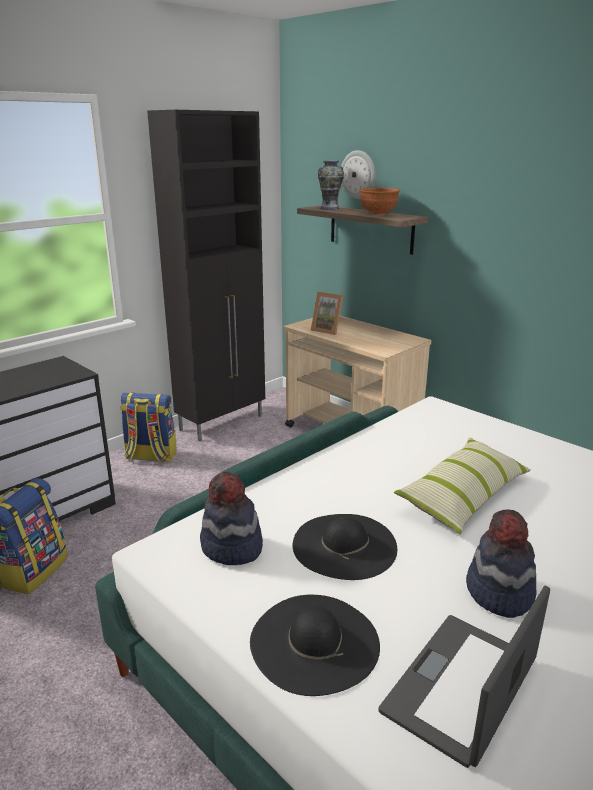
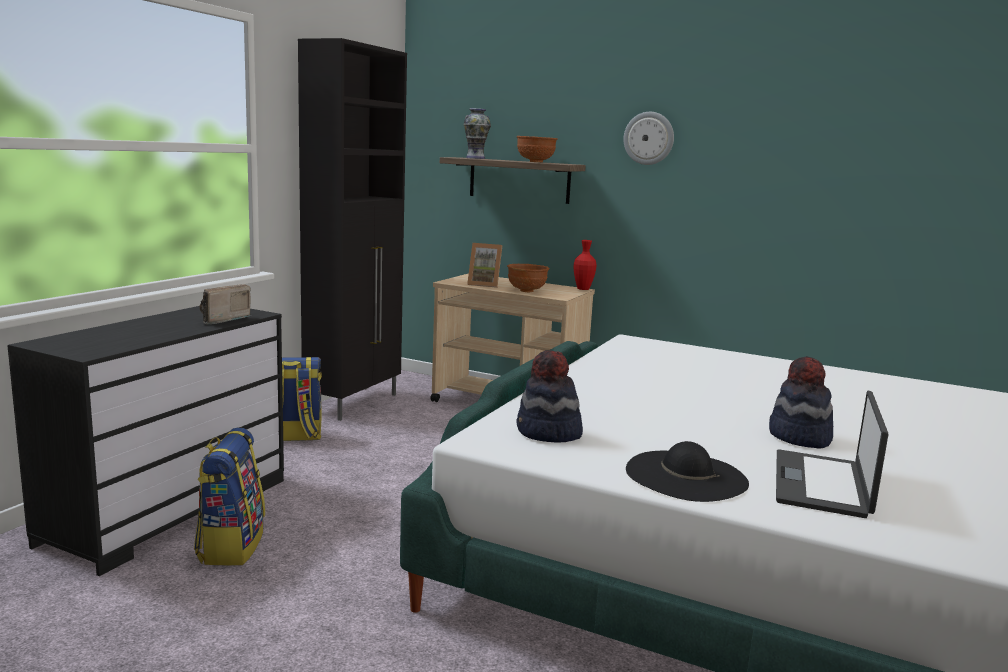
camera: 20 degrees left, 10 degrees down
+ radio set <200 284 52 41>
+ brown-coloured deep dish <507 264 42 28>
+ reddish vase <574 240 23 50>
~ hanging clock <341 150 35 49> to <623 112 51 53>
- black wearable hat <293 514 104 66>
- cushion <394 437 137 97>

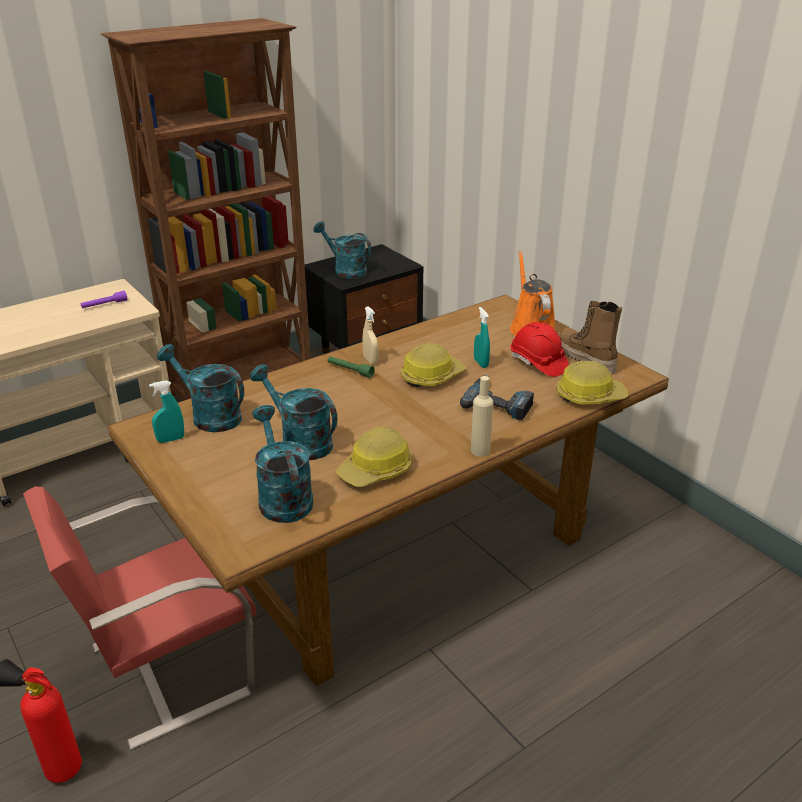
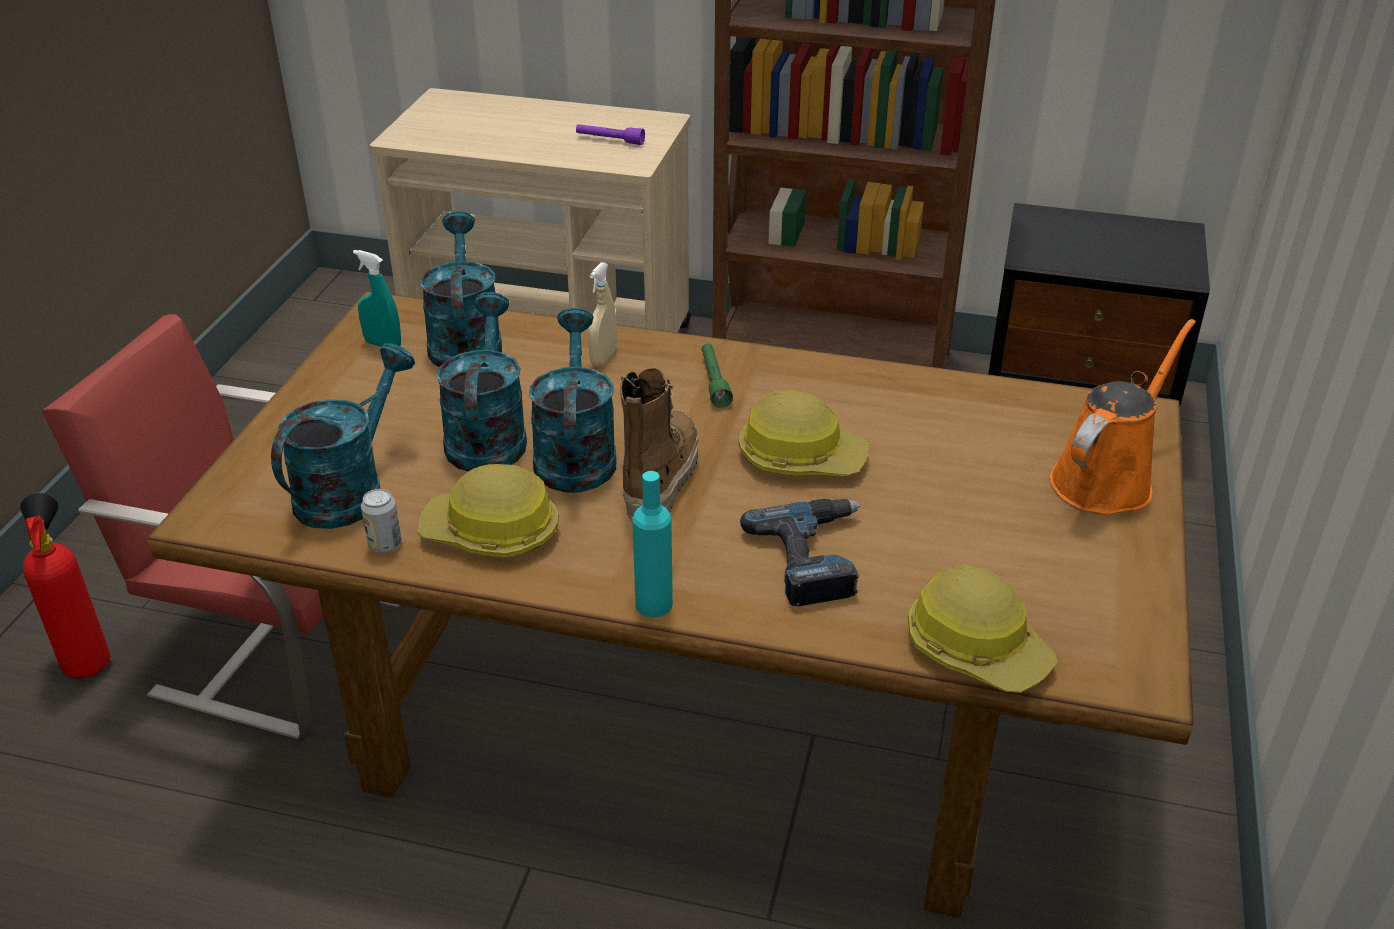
camera: 50 degrees right, 5 degrees up
+ can <361 489 41 64>
~ blue-green watering can <314 221 57 58> to <529 308 87 185>
~ beige-coloured spray bottle <363 306 15 58> to <588 262 29 104>
~ tall boot <559 301 63 73> to <621 369 77 153>
~ beige-coloured bottle <471 376 22 81> to blue-green bottle <632 471 41 146>
- blue-green spray bottle <474 307 16 61>
- reddish hard hat <511 322 58 55>

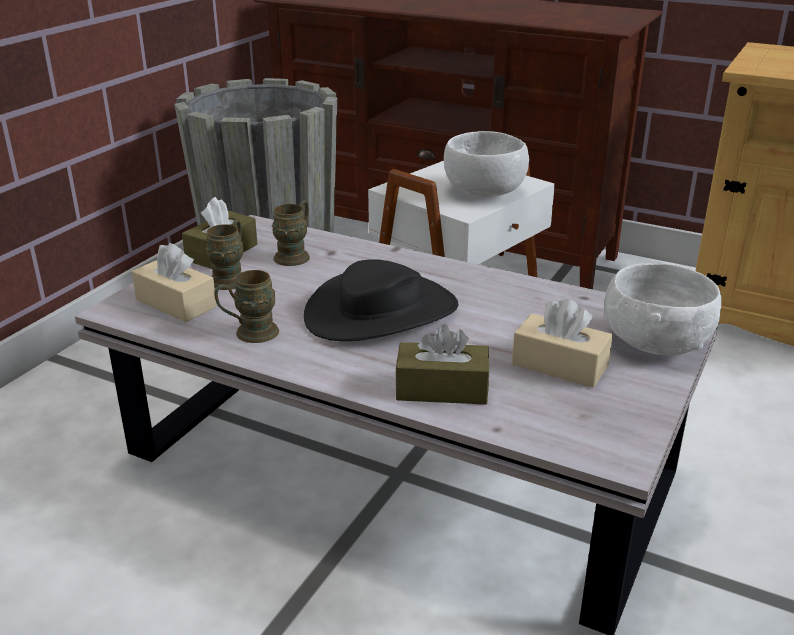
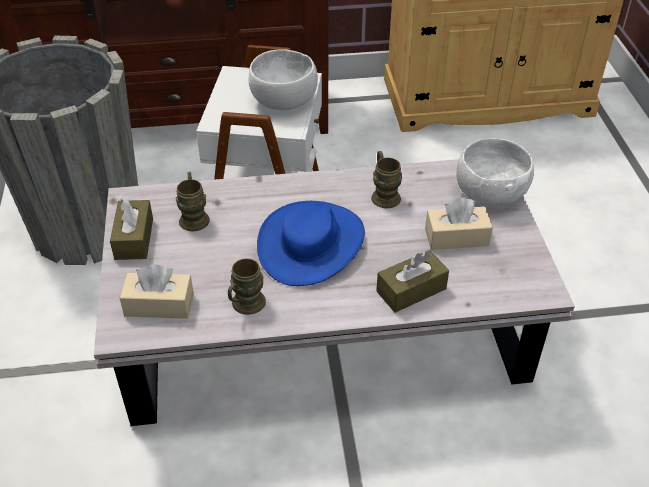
camera: 35 degrees left, 15 degrees up
~ black wearable hat <304 259 155 82> to bluish wearable hat <257 201 108 85>
~ brown-coloured tea mug <205 219 38 71> to <371 151 31 57>

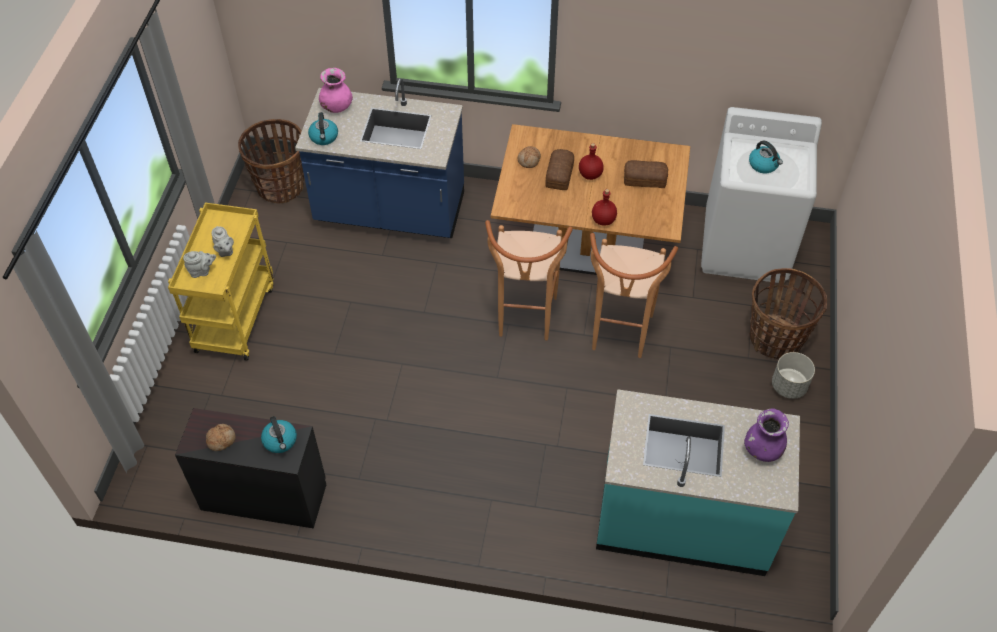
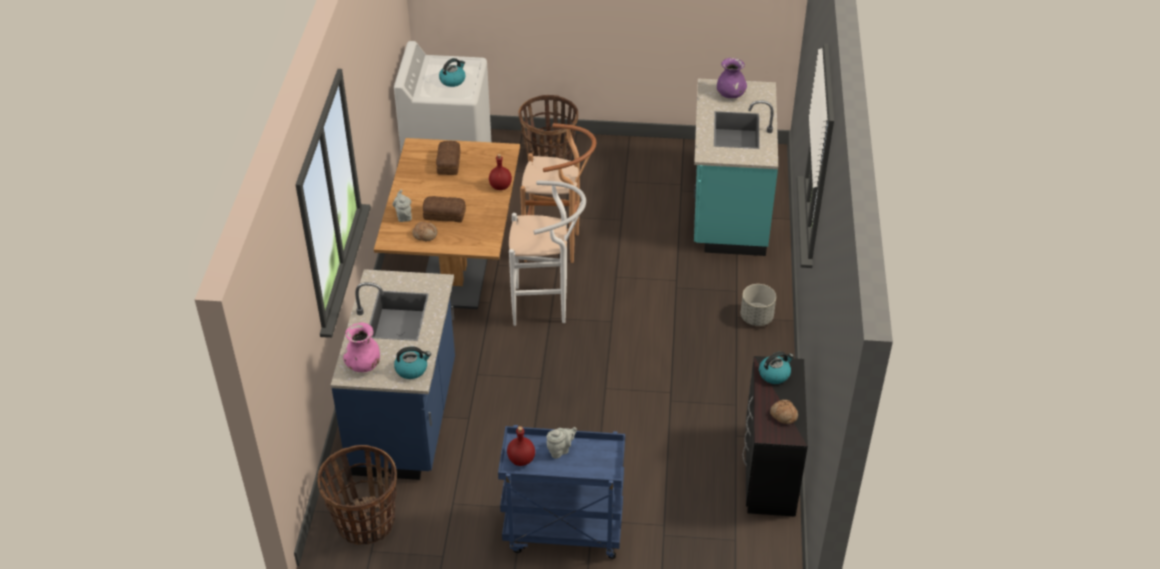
camera: 95 degrees left, 10 degrees down
~ greyish pot for tea <183 251 33 27> to <392 190 20 32>
~ yellow-coloured wheeled cart <168 203 106 158> to bluish wheeled cart <498 425 127 134>
~ reddish bottle <579 143 25 37> to <507 426 28 40>
~ brown-coloured sitting stool <485 220 88 120> to white sitting stool <509 181 77 145>
~ greyish flower pot <772 352 43 47> to <741 284 35 42>

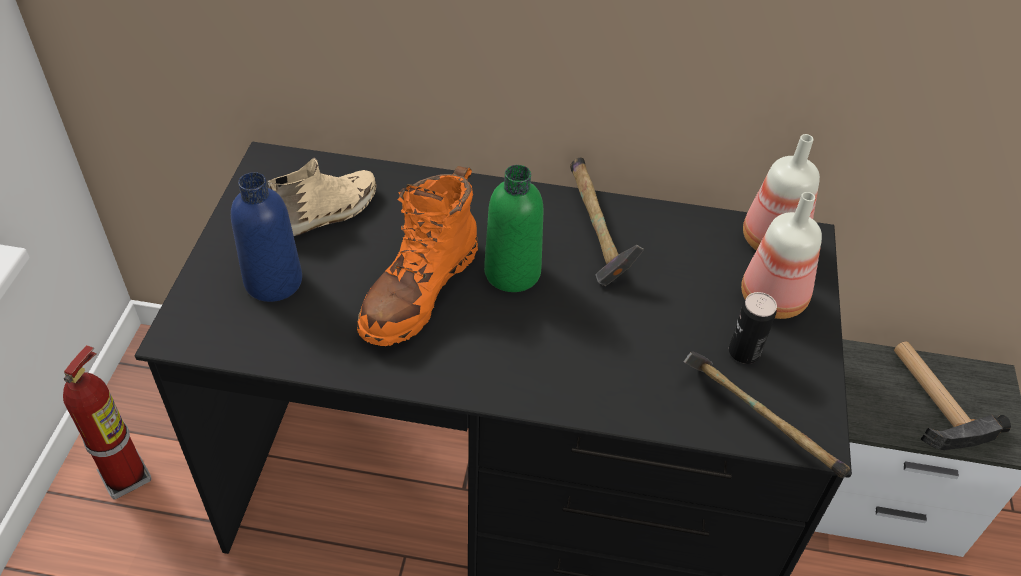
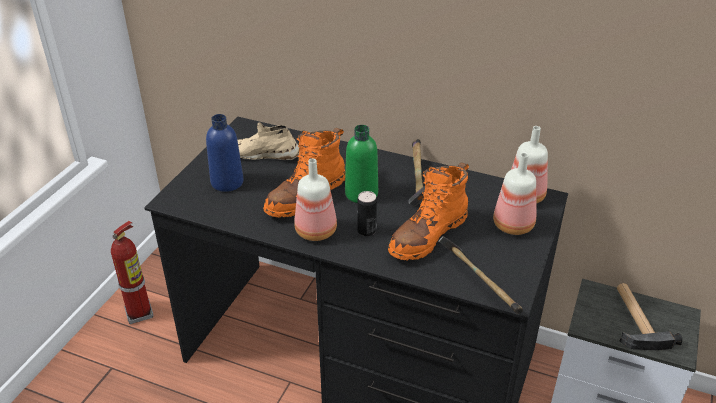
camera: 15 degrees right, 10 degrees down
~ beige-coloured item of footwear <267 157 109 79> = <238 122 61 38> 150 degrees counterclockwise
+ bottle <294 158 43 83>
~ can <729 292 48 72> to <357 191 20 45>
+ orangey tall boot <388 162 81 98>

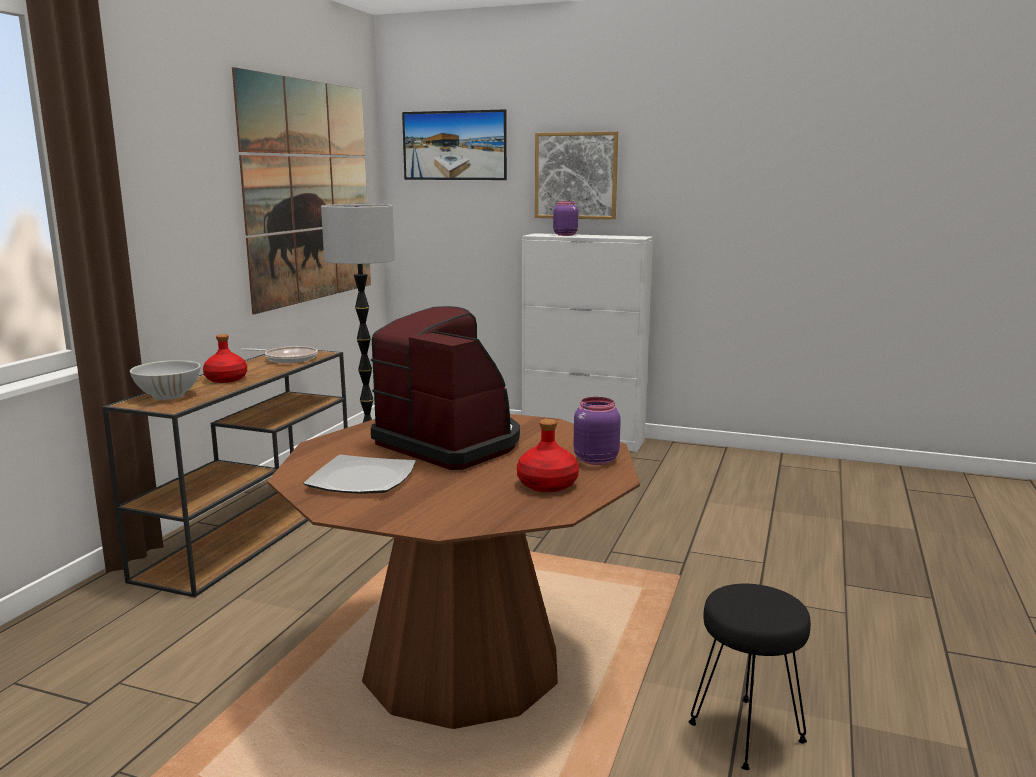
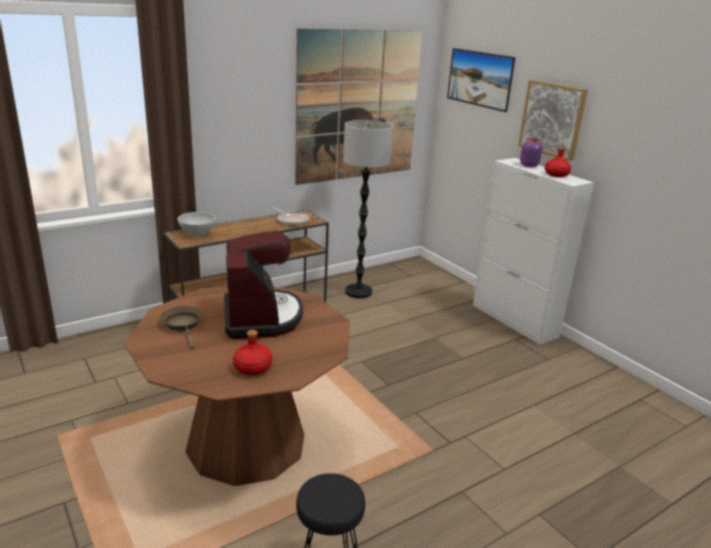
camera: 35 degrees right, 10 degrees up
~ dinner plate <304 455 112 39> to brown-coloured pan <160 306 43 43>
~ reddish bottle <203 334 44 49> to <544 147 27 30>
- purplish preserve jar <573 397 48 68>

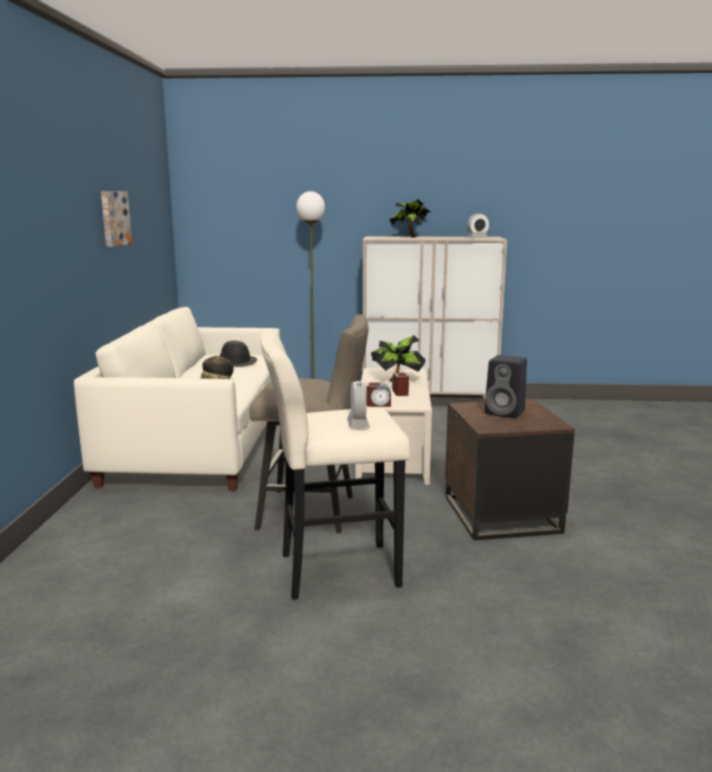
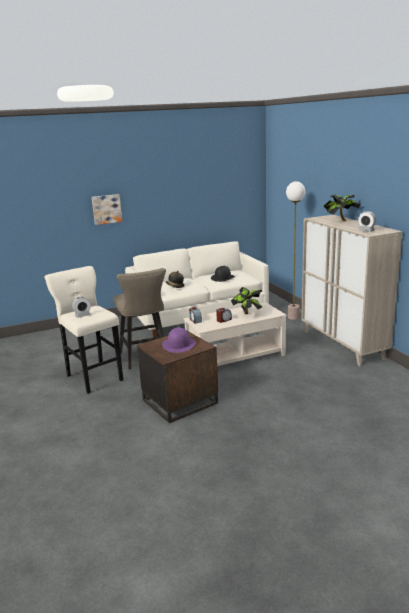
camera: 65 degrees right, 5 degrees up
~ wall picture <101 191 31 56> to <92 194 30 31>
~ black loudspeaker <485 355 42 63> to purplish wearable hat <162 327 34 26>

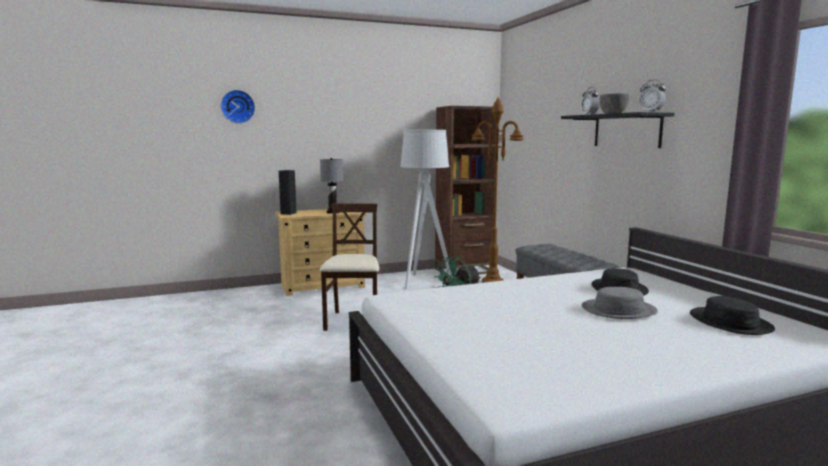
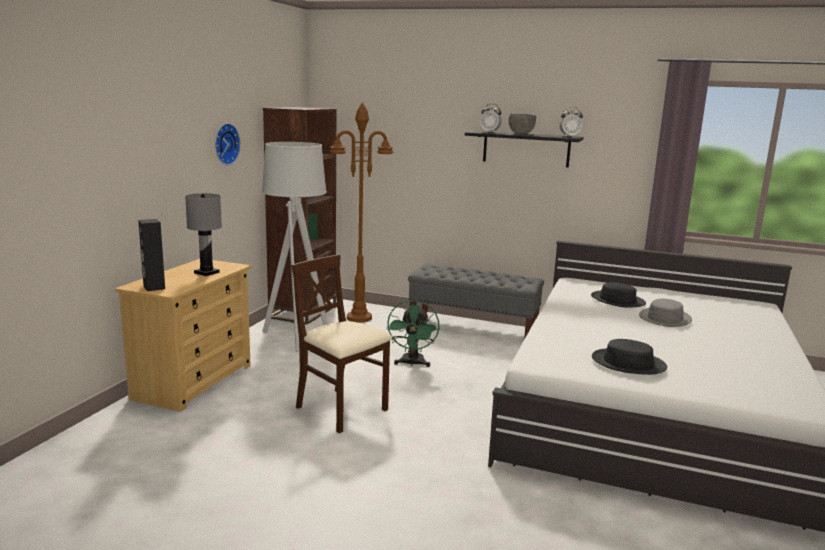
camera: 50 degrees left, 5 degrees up
~ hanging clock <221 90 34 34> to <215 123 25 43>
~ black wearable hat <690 296 85 39> to <592 339 75 36>

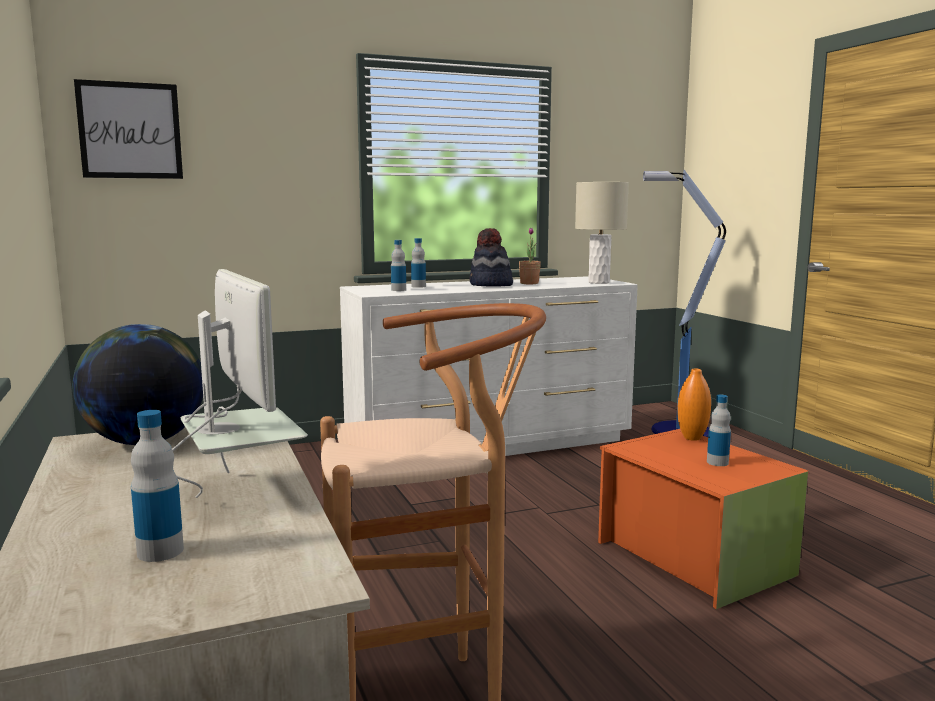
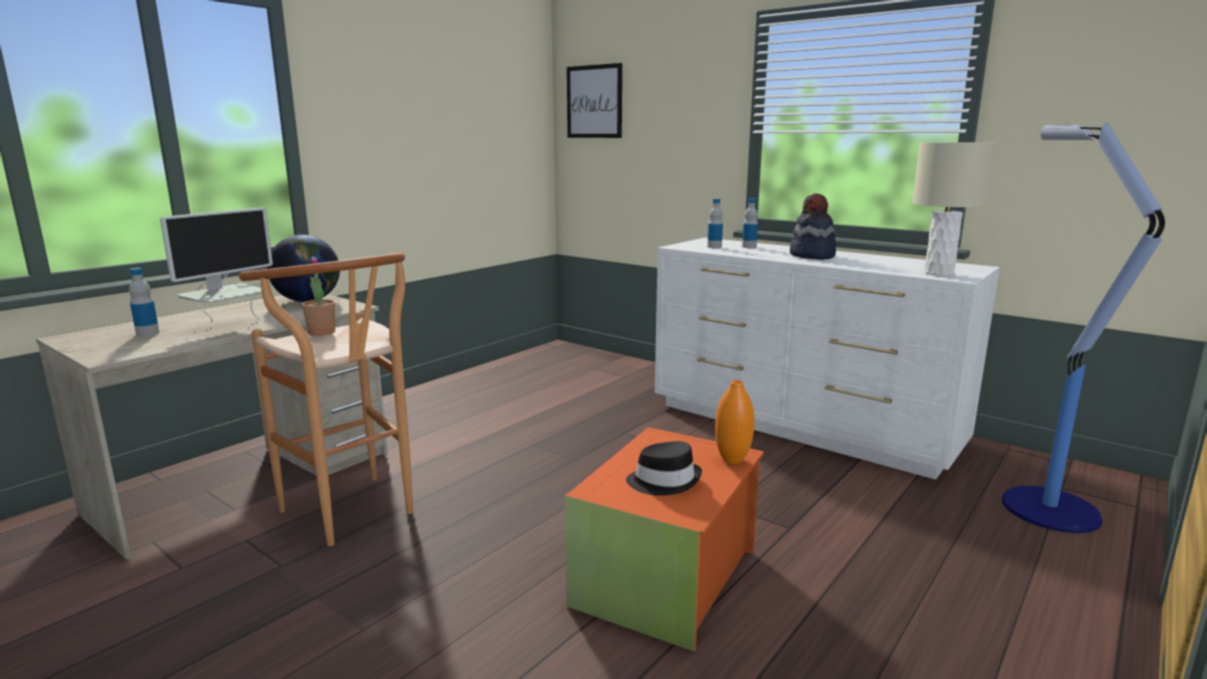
camera: 60 degrees right, 5 degrees up
~ plant in a pot <519 228 22 56> to <302 256 33 80>
~ bottle <707 395 24 71> to black wearable hat <626 441 76 55>

